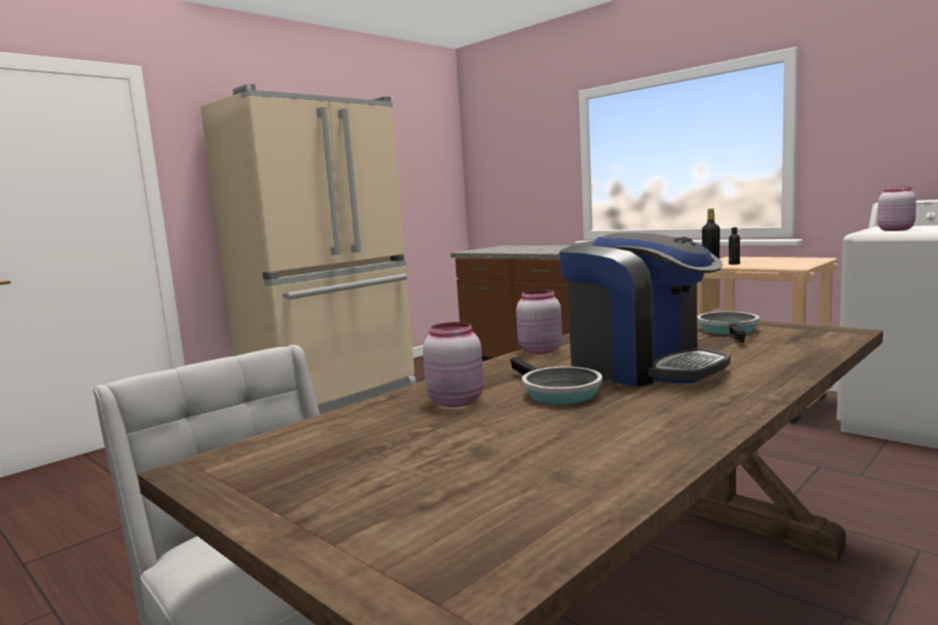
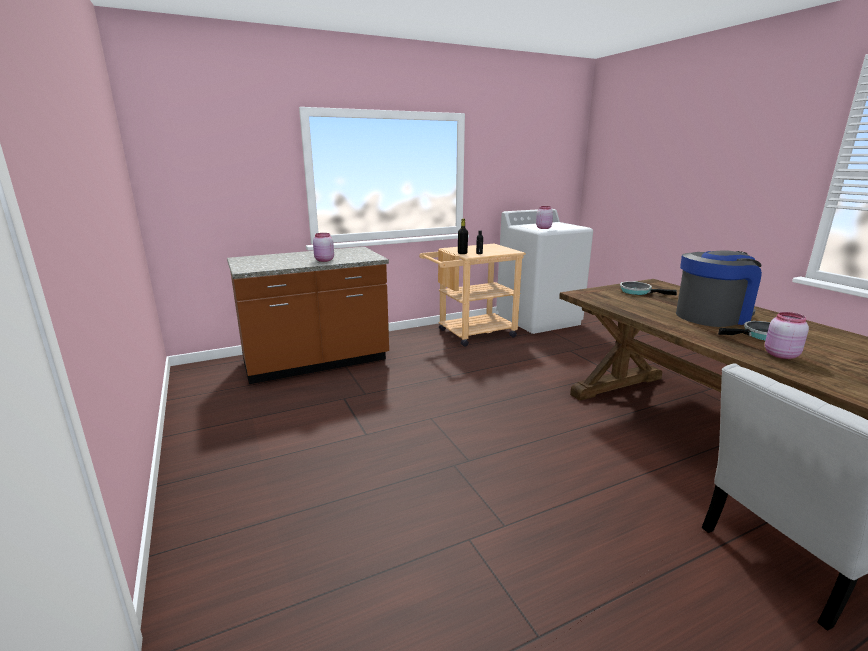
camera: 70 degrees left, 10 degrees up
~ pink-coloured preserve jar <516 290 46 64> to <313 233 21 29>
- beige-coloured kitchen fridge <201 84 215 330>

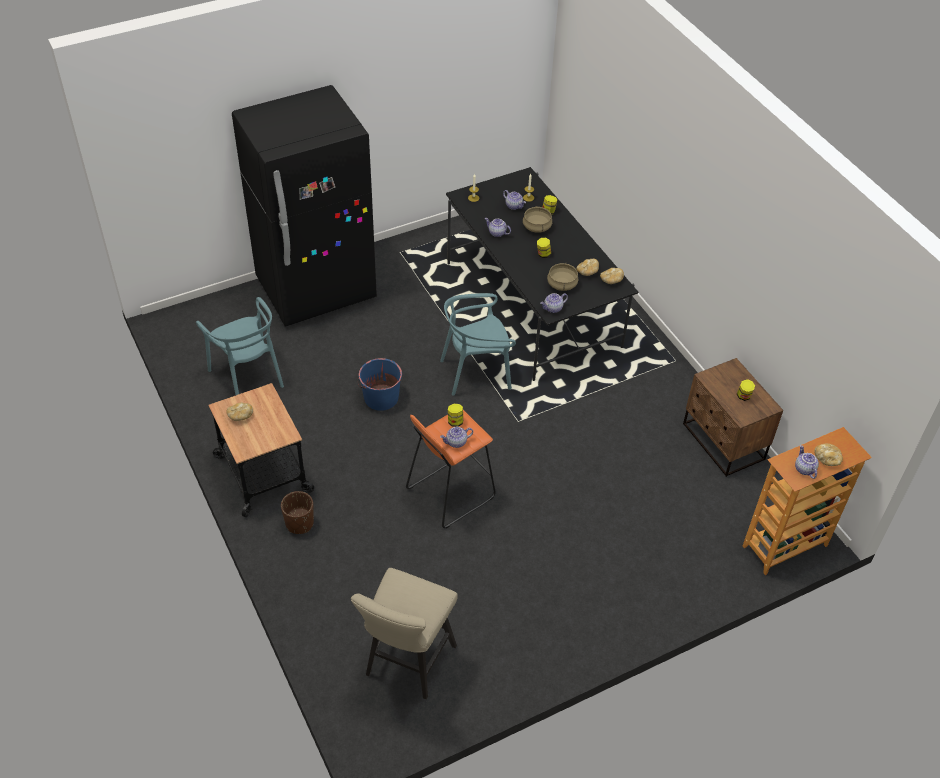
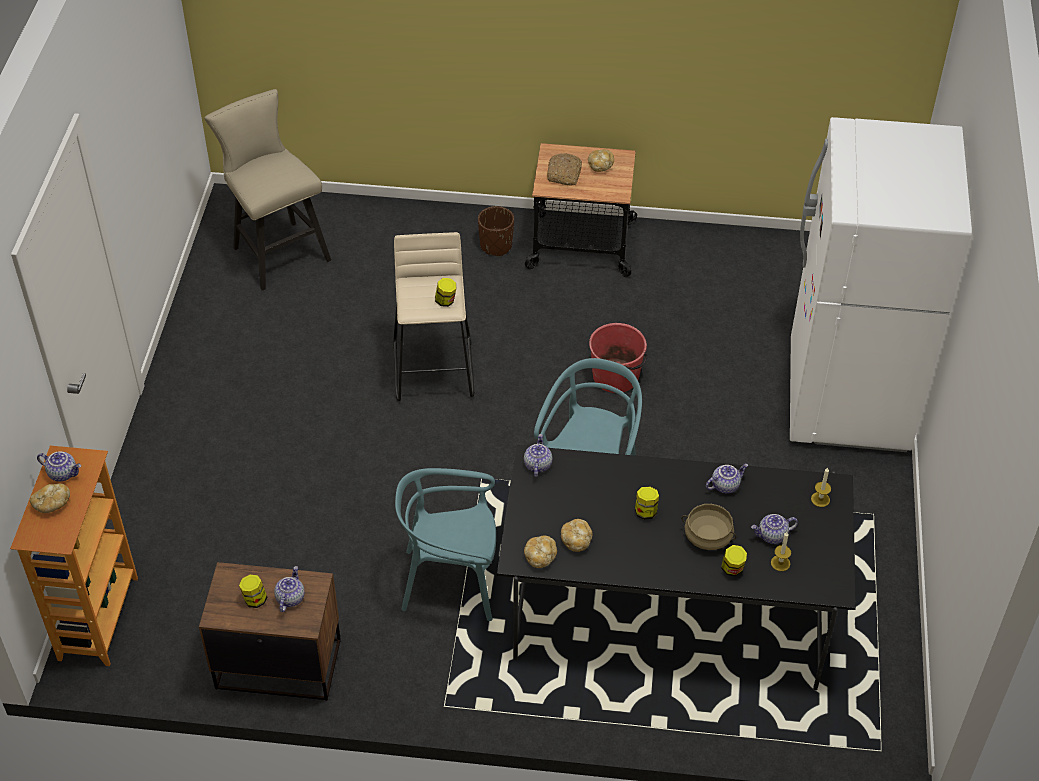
camera: 125 degrees right, 0 degrees up
~ pot for tea <440 427 33 21> to <274 566 31 46>
~ orangey sitting stool <406 410 90 119> to beige-coloured sitting stool <393 232 82 169>
~ blue-green chair <196 297 88 98> to <395 468 101 153>
+ bakery bread <547 153 35 32>
~ bluish water bucket <357 358 45 53> to reddish water bucket <589 323 58 70>
~ black kitchen fridge <232 85 145 242> to white kitchen fridge <790 117 182 335>
- beige-coloured stockpot <547 263 31 28>

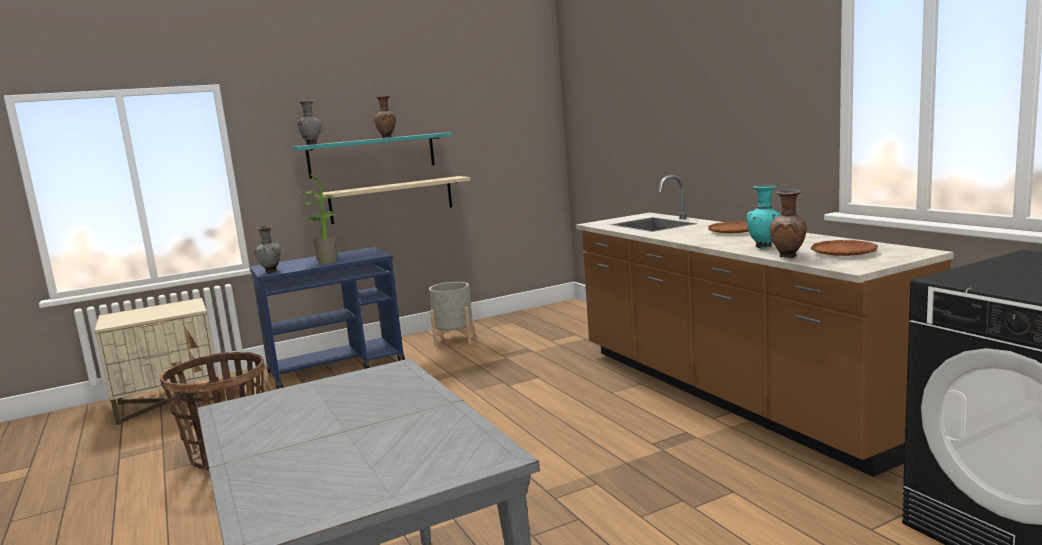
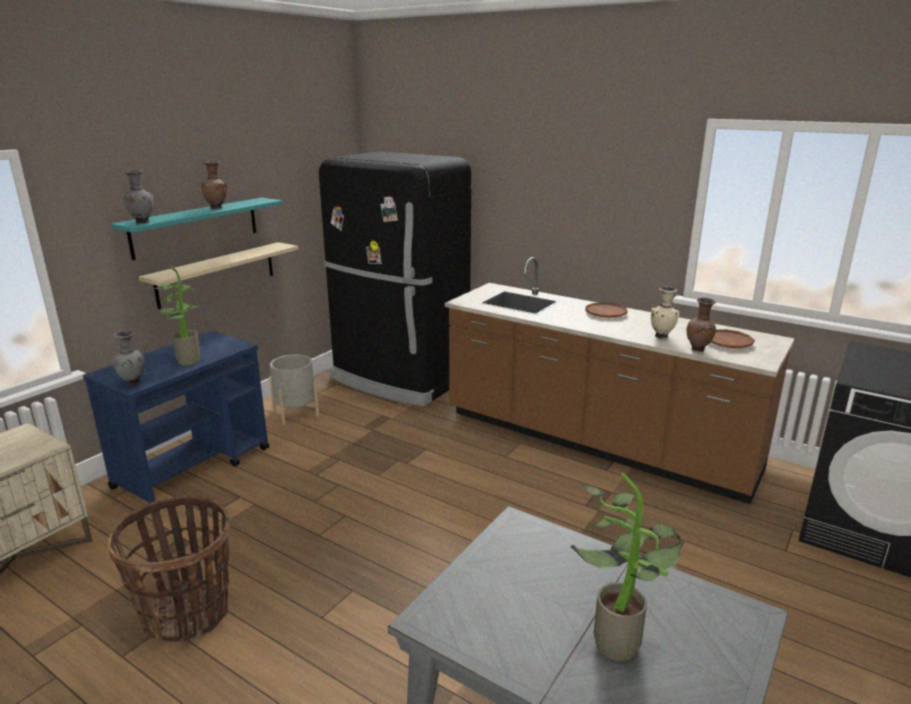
camera: 30 degrees left, 10 degrees up
+ black kitchen fridge <319 151 152 255>
+ plant in a pot <571 472 113 189>
~ blue-green vase <747 185 34 64> to beige-coloured vase <651 287 29 52>

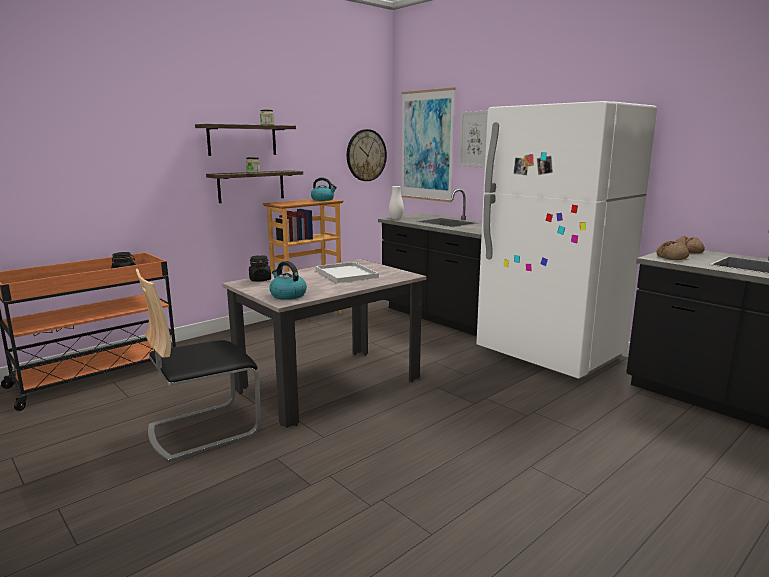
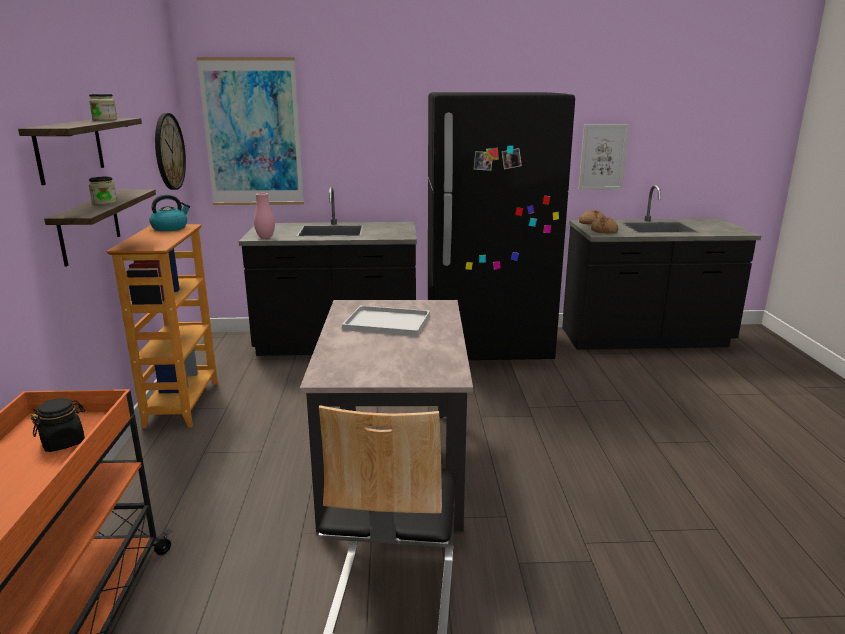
camera: 50 degrees left, 5 degrees up
~ white vase <389 186 15 34> to pink-coloured vase <254 193 21 46>
~ white kitchen fridge <476 101 181 278> to black kitchen fridge <428 92 147 268>
~ wall picture <459 111 29 57> to <578 124 51 66>
- black preserve jar <249 255 22 27>
- water kettle <269 261 38 39>

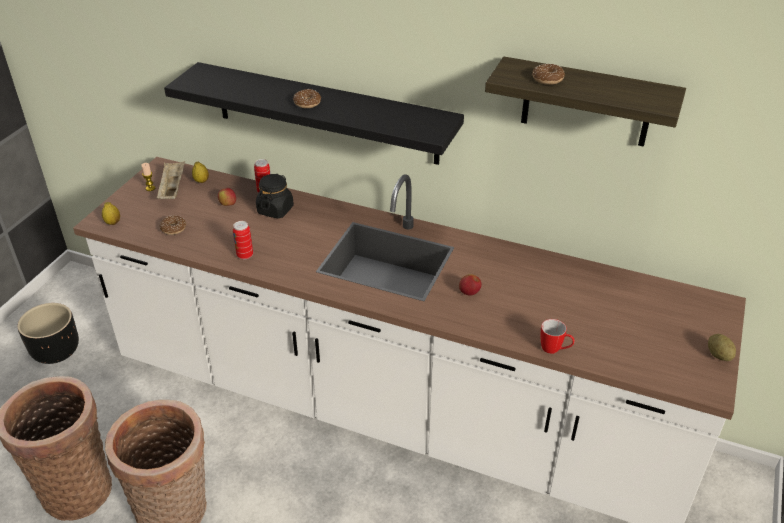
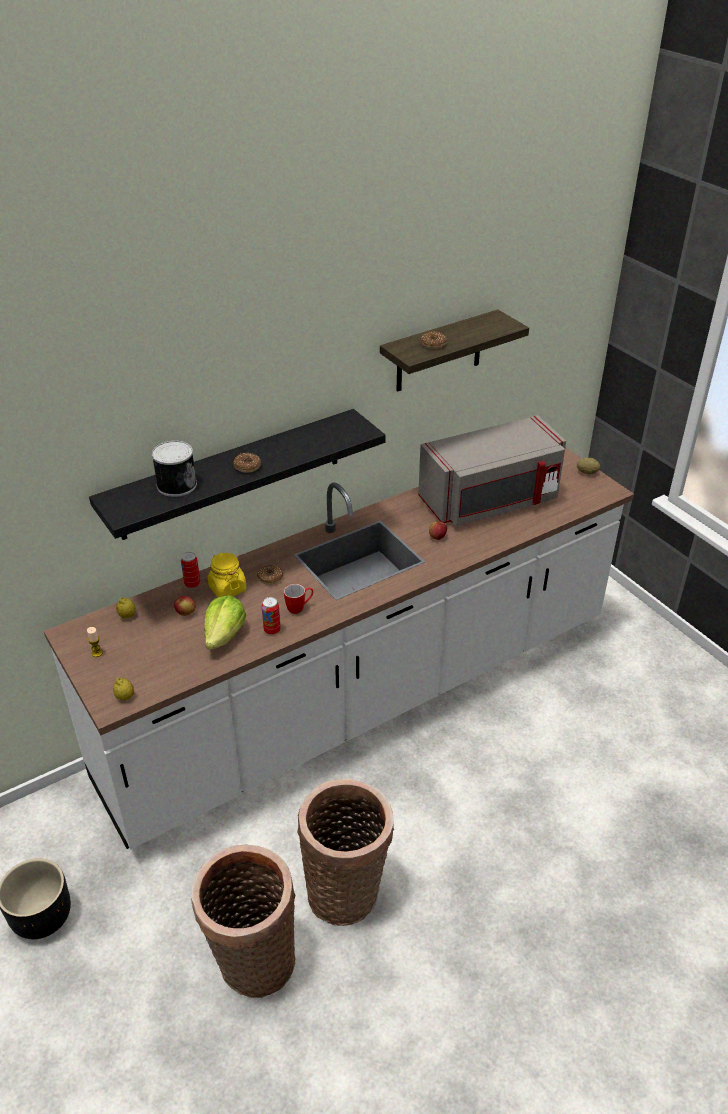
camera: 55 degrees left, 0 degrees up
+ can <151 441 46 56>
+ lettuce head <204 595 42 54>
~ black preserve jar <256 174 38 45> to yellow-coloured preserve jar <208 553 38 44>
~ ring doughnut <160 215 26 20> to <257 565 26 20>
~ tea mug <541 319 34 35> to <284 584 29 30>
+ greyish kitchen microwave <418 415 148 112>
- beige-coloured serving tray <157 161 28 38>

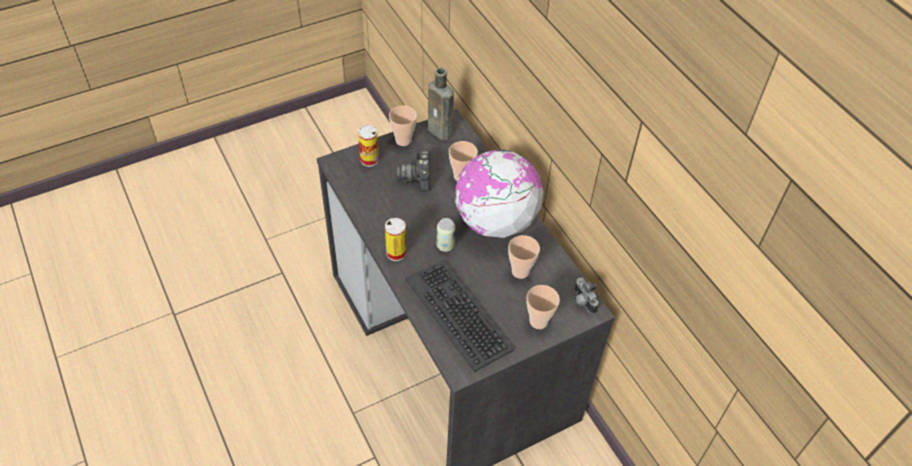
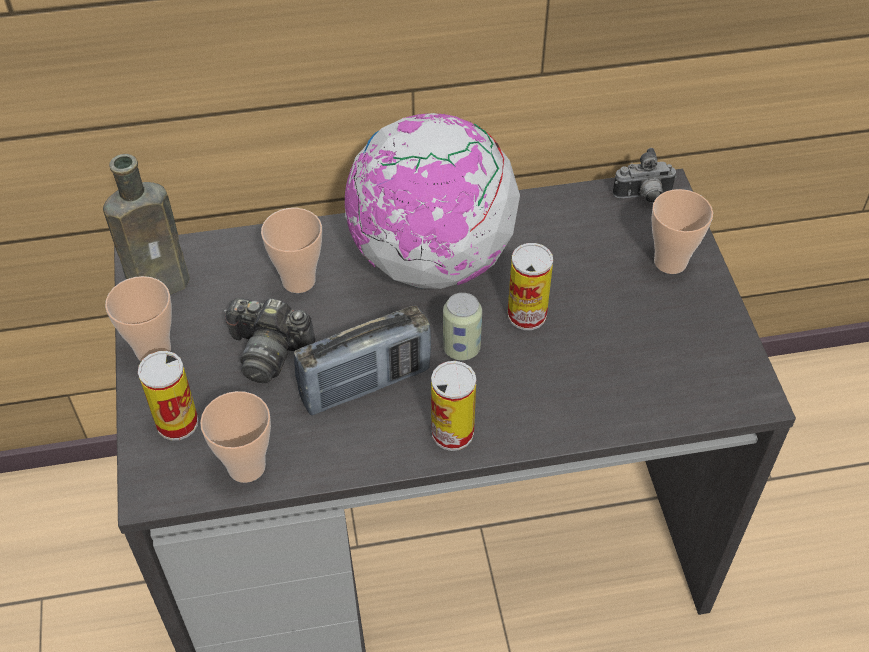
camera: 70 degrees left, 0 degrees up
~ cup <508 235 32 44> to <200 391 71 92>
+ radio set <294 305 137 110>
+ can <508 243 45 87>
- PC keyboard <405 260 109 112>

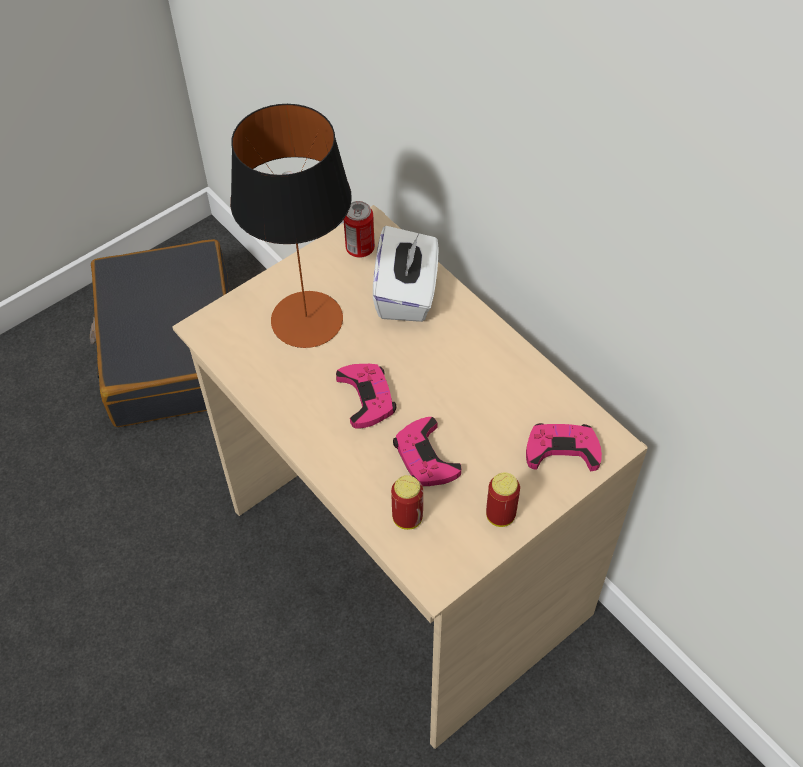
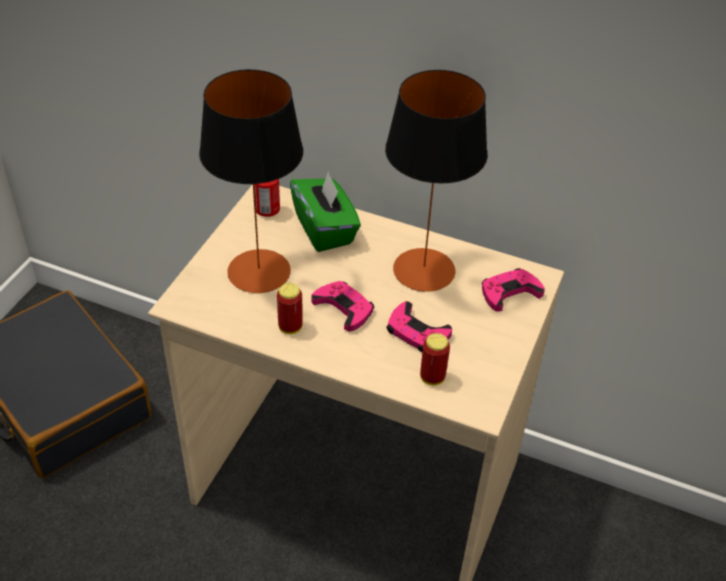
camera: 30 degrees left, 10 degrees down
~ can <486 472 34 55> to <277 283 26 51>
~ white tissue holder <373 226 66 96> to greenish tissue holder <290 171 71 81>
+ tabletop lamp <385 70 103 222>

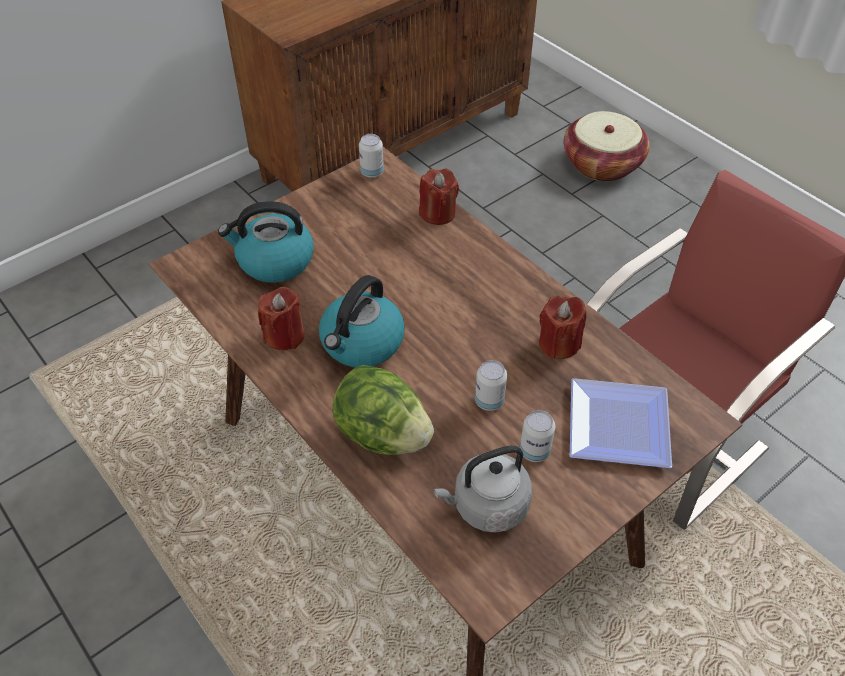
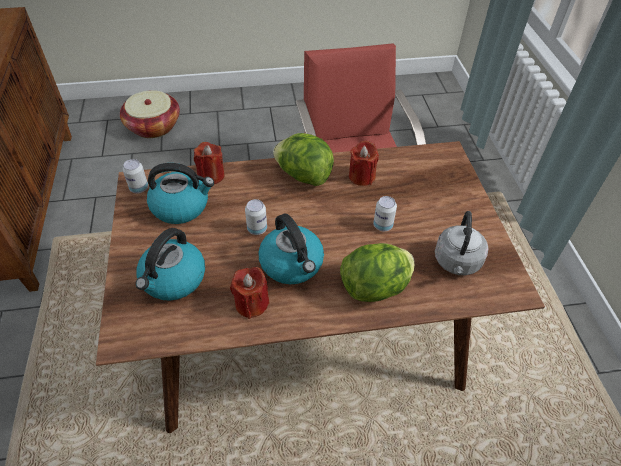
camera: 60 degrees left, 0 degrees up
+ water kettle <147 163 67 61>
~ can <520 410 35 52> to <245 199 22 36>
+ lettuce head <273 133 61 53>
- dinner plate <570 378 102 90>

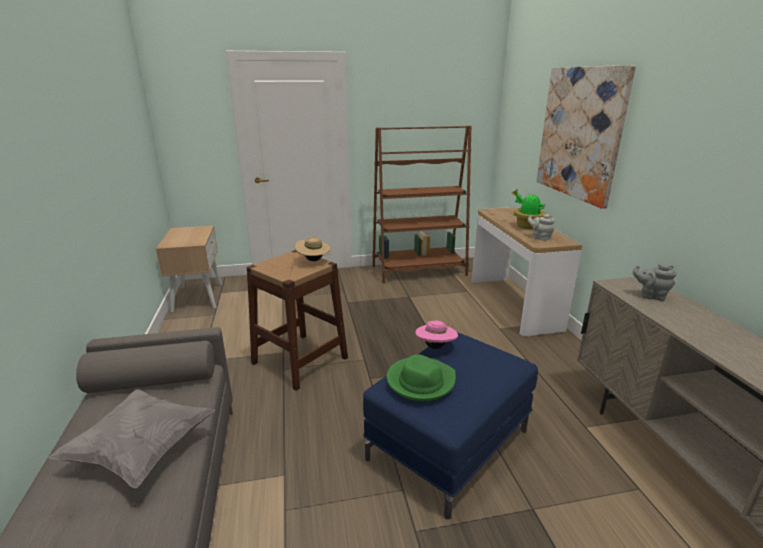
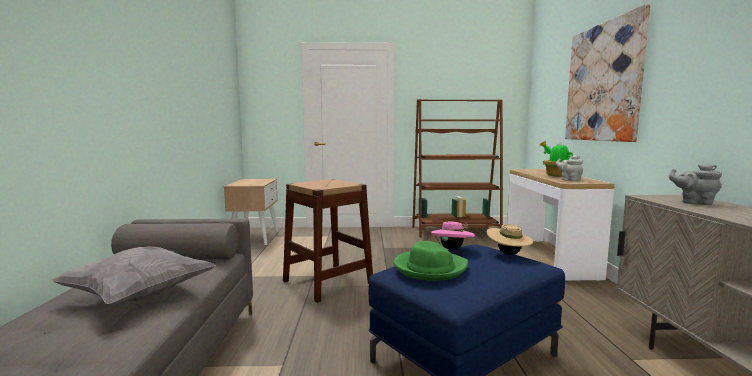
camera: 10 degrees right, 15 degrees down
~ beige-coloured wearable hat <295 237 36 24> to <487 224 47 31>

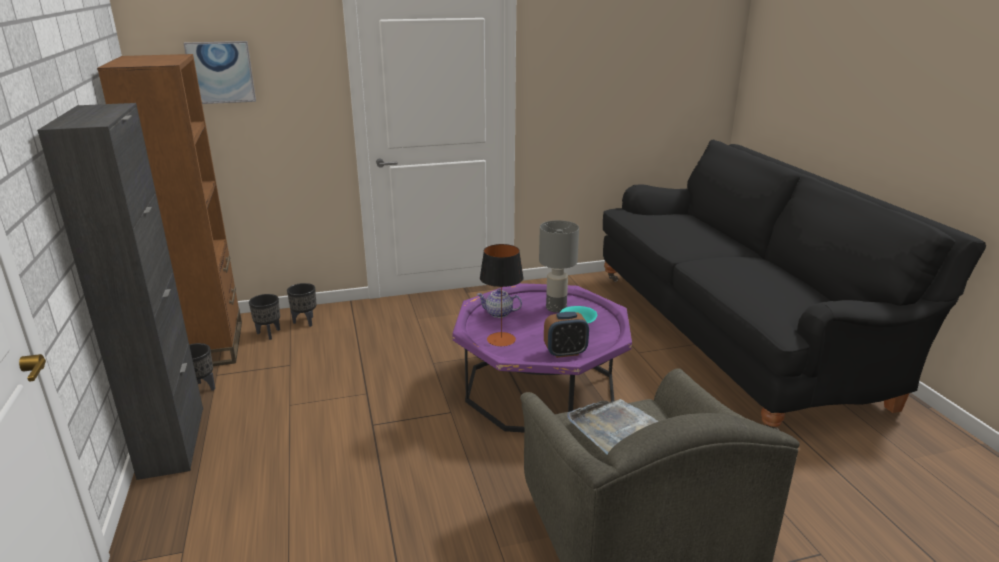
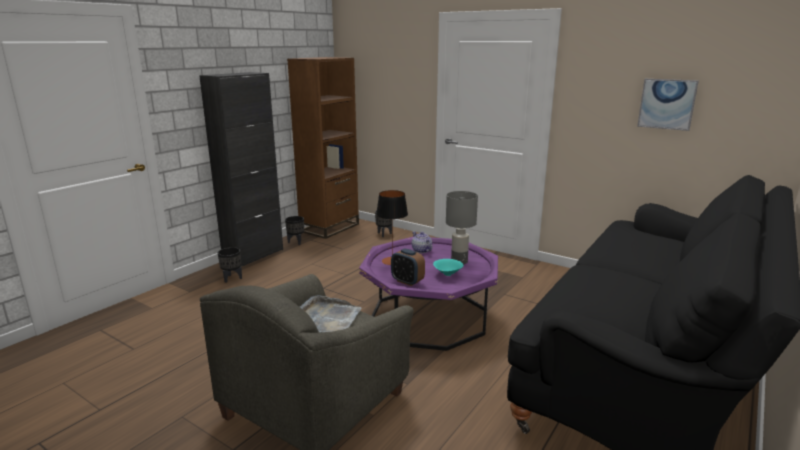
camera: 50 degrees right, 5 degrees down
~ black flower pot <249 294 31 46> to <218 247 24 36>
~ wall picture <183 41 73 63> to <637 79 62 52>

